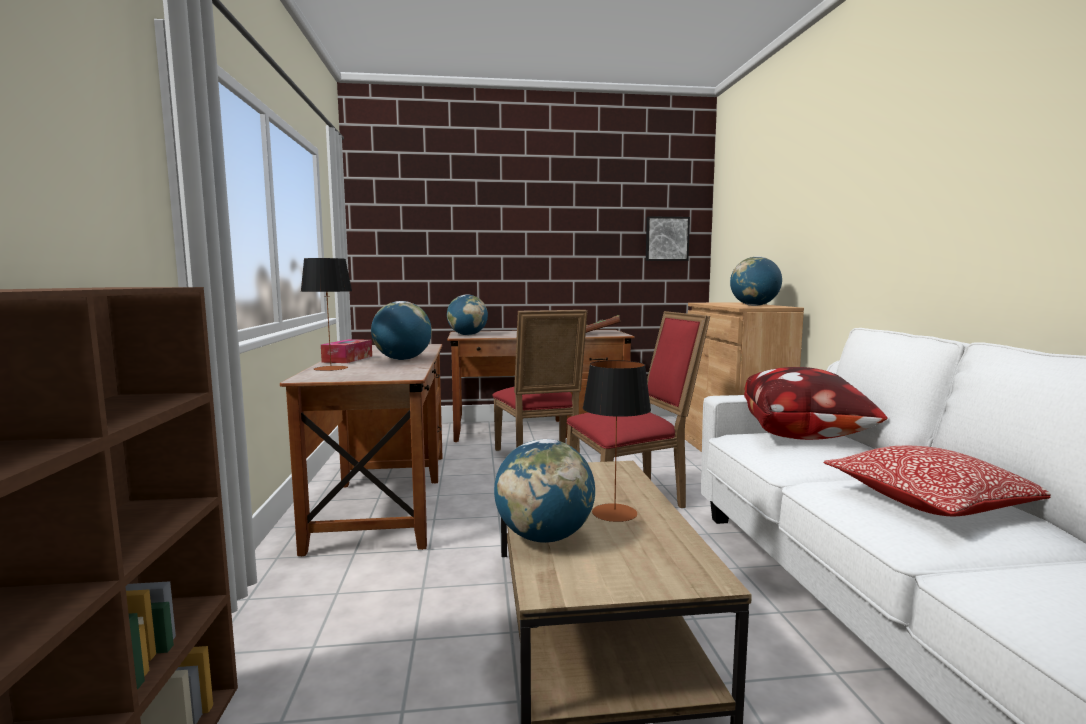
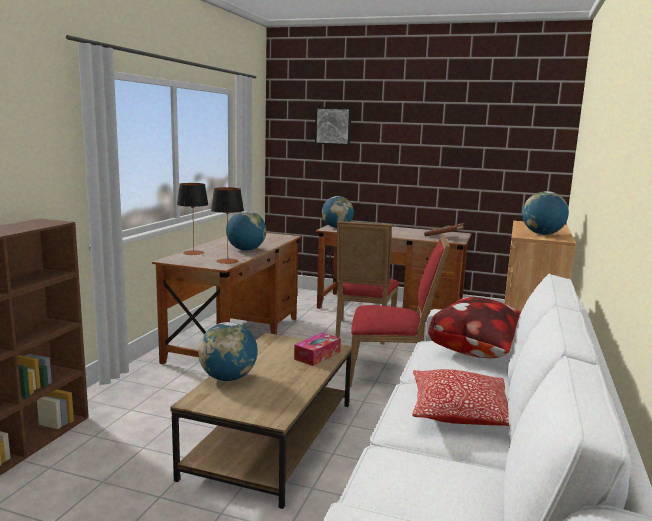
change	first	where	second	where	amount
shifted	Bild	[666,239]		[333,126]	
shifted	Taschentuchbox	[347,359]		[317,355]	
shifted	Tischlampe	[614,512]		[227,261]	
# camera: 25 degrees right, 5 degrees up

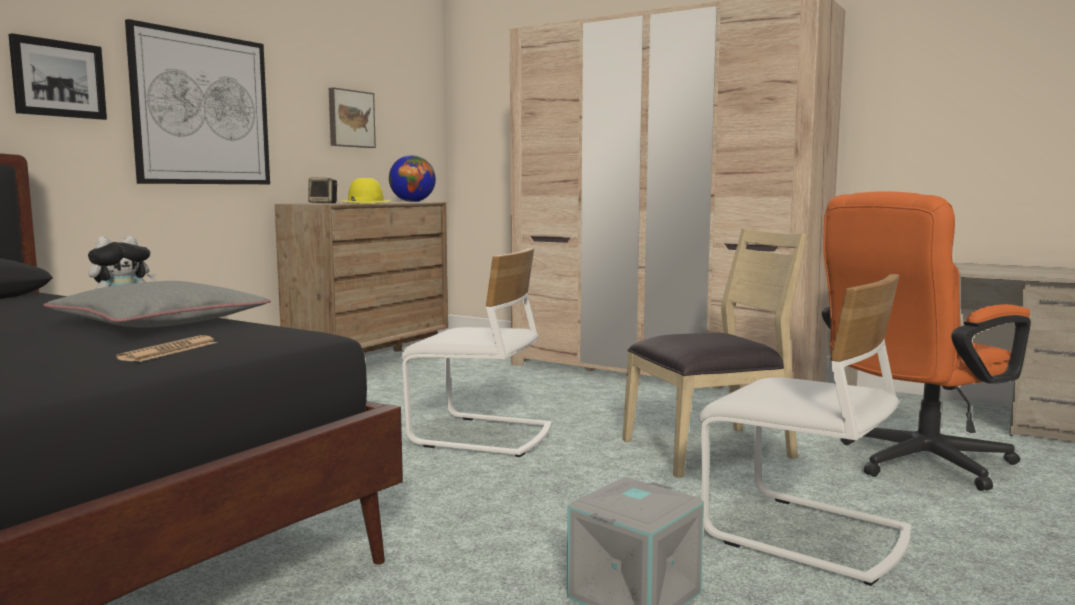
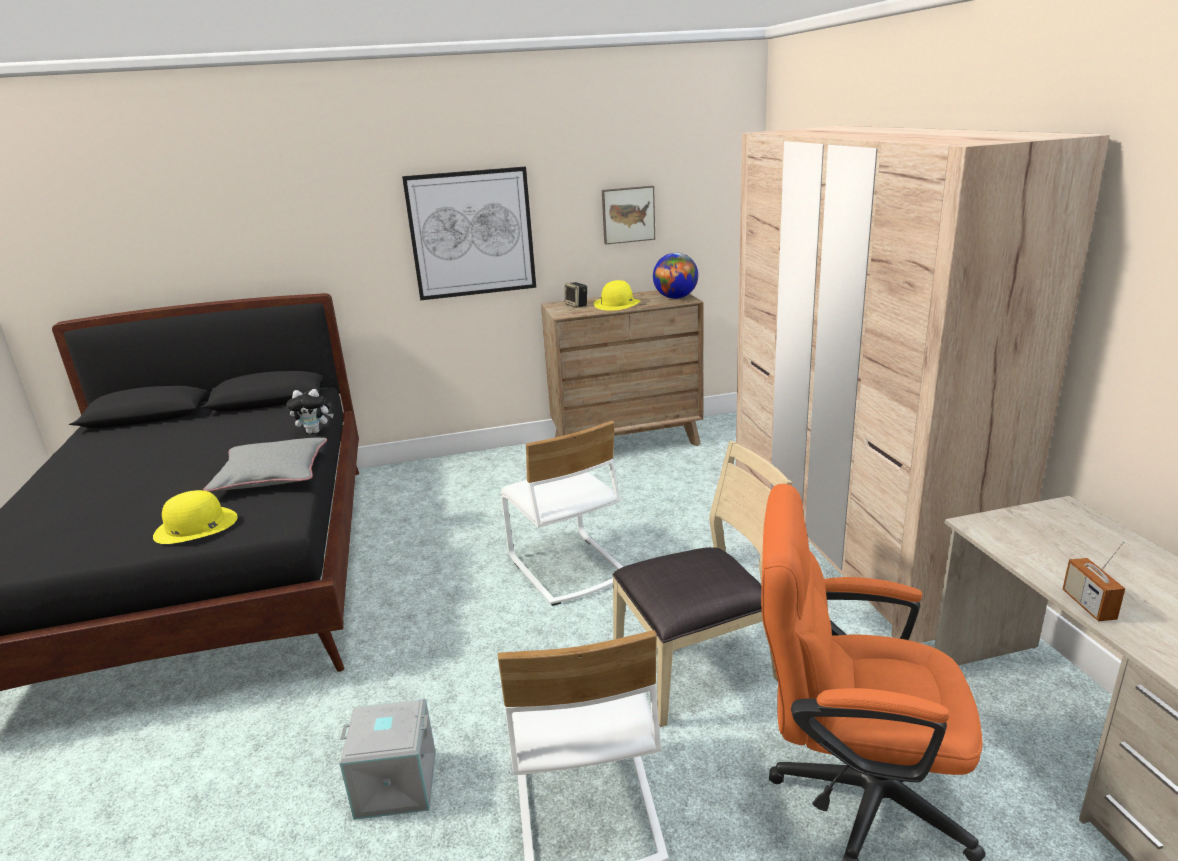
change	first	where	second	where	amount
gone	Bild	[58,79]			
rotated	Stuhl [beige]	[710,449]		[698,667]	45 degrees counterclockwise
swapped	Zeitung	[169,351]	Hut [gelb]	[195,526]	
new			Radio	[1088,605]	
# camera: 45 degrees right, 15 degrees up

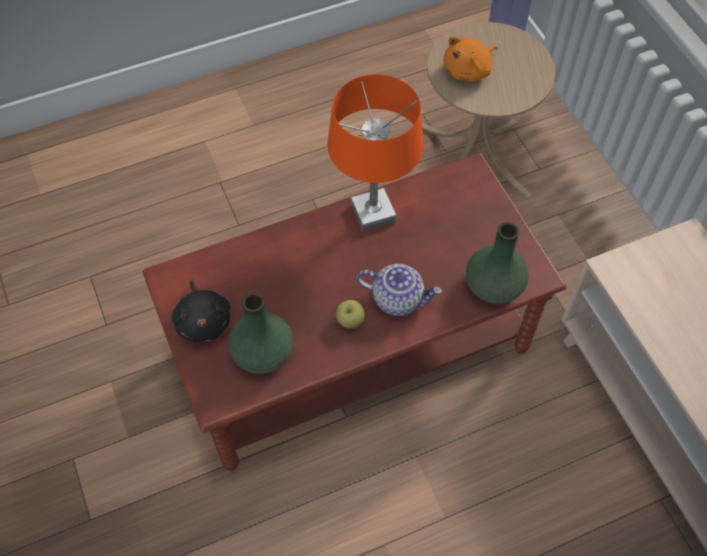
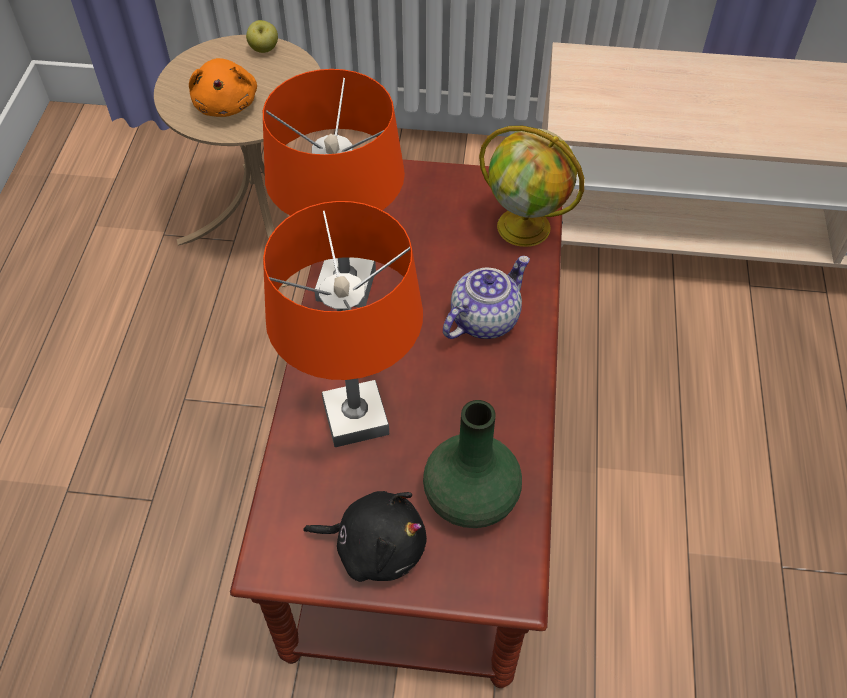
change	first	where	second	where	amount
swapped	Vase [grün]	[494,286]	Globus	[525,227]	
shifted	Apfel	[350,321]		[264,50]	
new			Tischlampe [orange]	[356,419]	
# camera: 60 degrees left, 5 degrees down

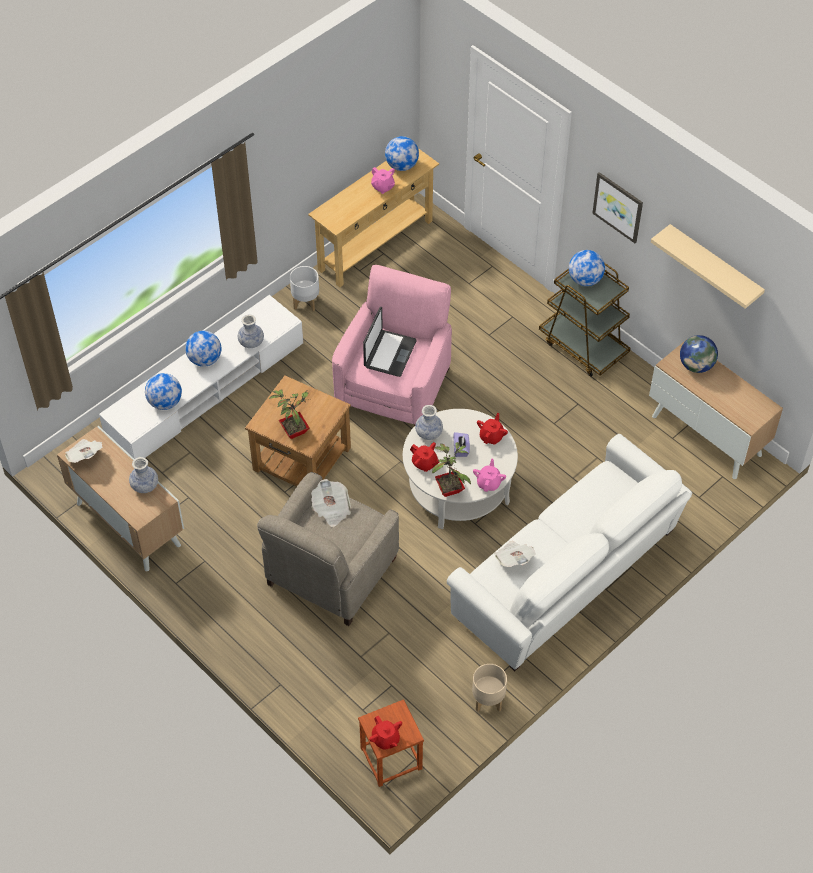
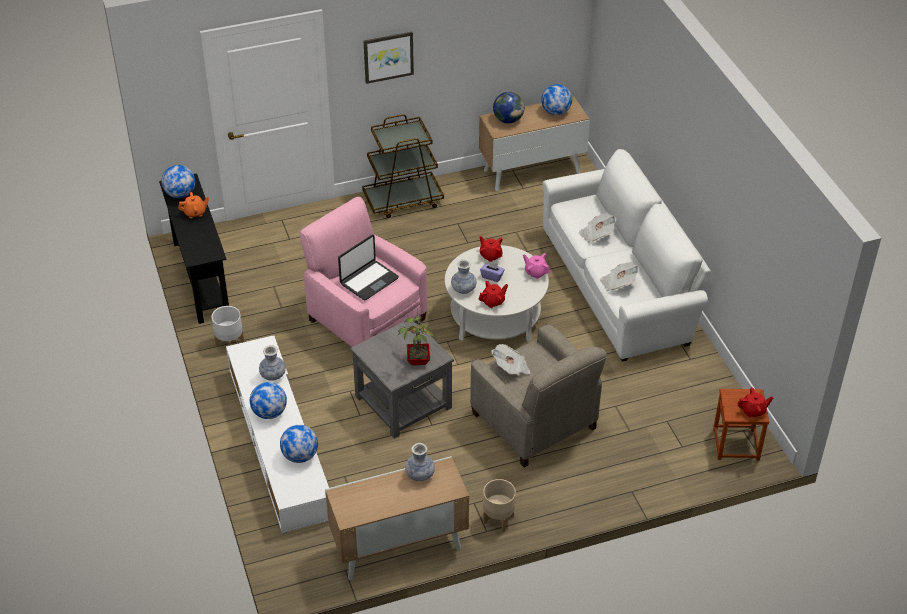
change	first	where	second	where	amount
repainted	Konsolentisch [beige]	[375,245]	Konsolentisch [schwarz]	[200,279]	
repainted	Teekanne [rosa]	[383,187]	Teekanne [orange]	[195,213]	
gone	Wandregal [beige]	[714,266]			
shifted	Globus	[585,280]		[556,112]	
rotated	Laptop	[389,354]		[368,280]	90 degrees clockwise
repainted	Beistelltisch [braun]	[301,459]	Beistelltisch [grau]	[403,402]	
shifted	Zeitung	[85,456]		[596,235]	
gone	Topfpflanze	[450,489]			
shifted	Pflanzkübel [beige]	[488,700]		[498,519]	
# camera: 65 degrees left, 10 degrees down

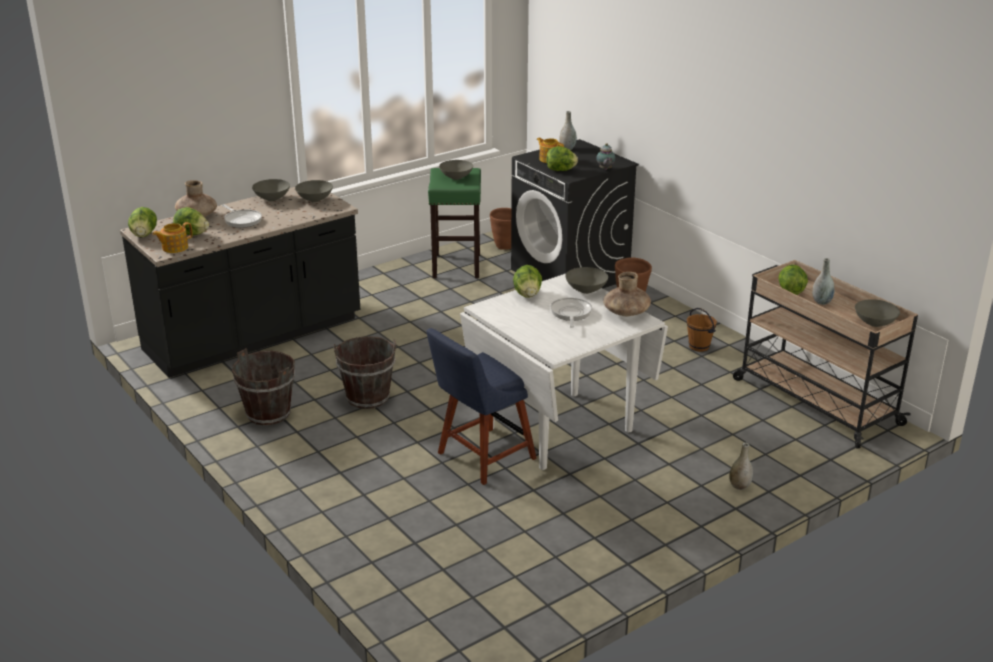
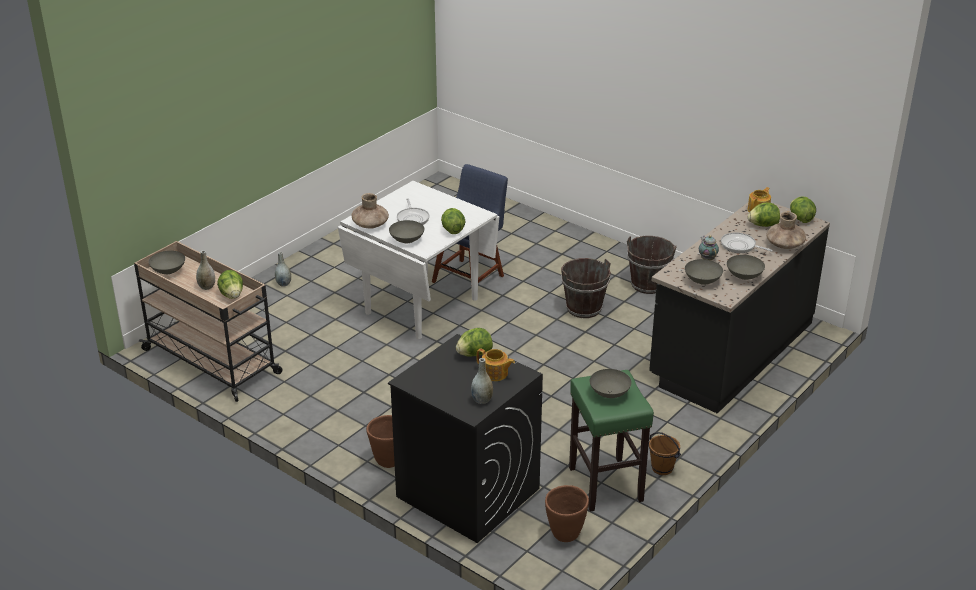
change	first	where	second	where	amount
shifted	Teekanne	[605,169]		[707,259]	
shifted	Eimer [braun]	[698,347]		[662,468]	
# camera: 165 degrees right, 5 degrees up

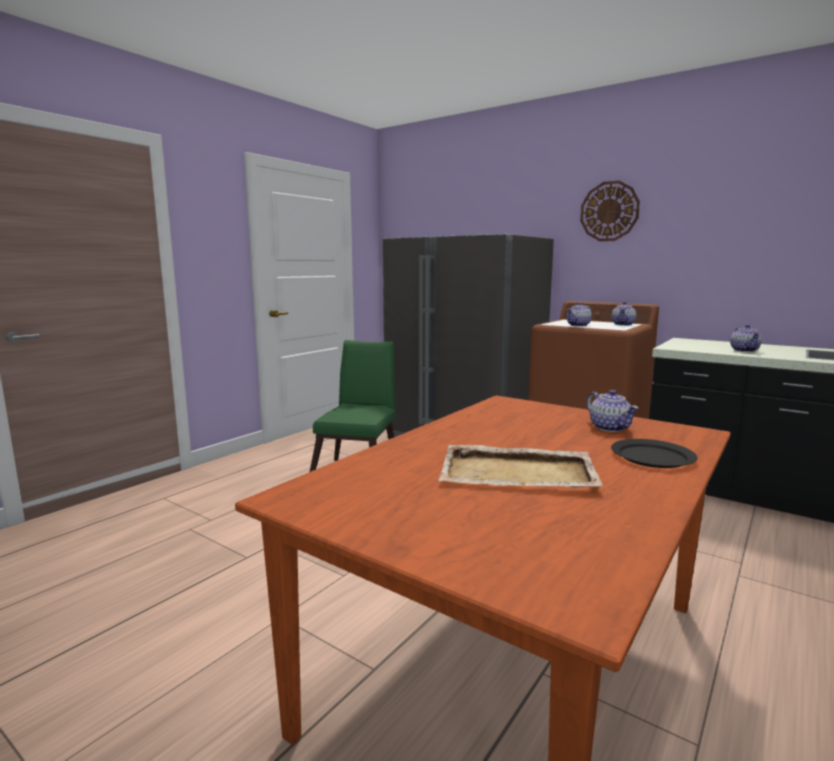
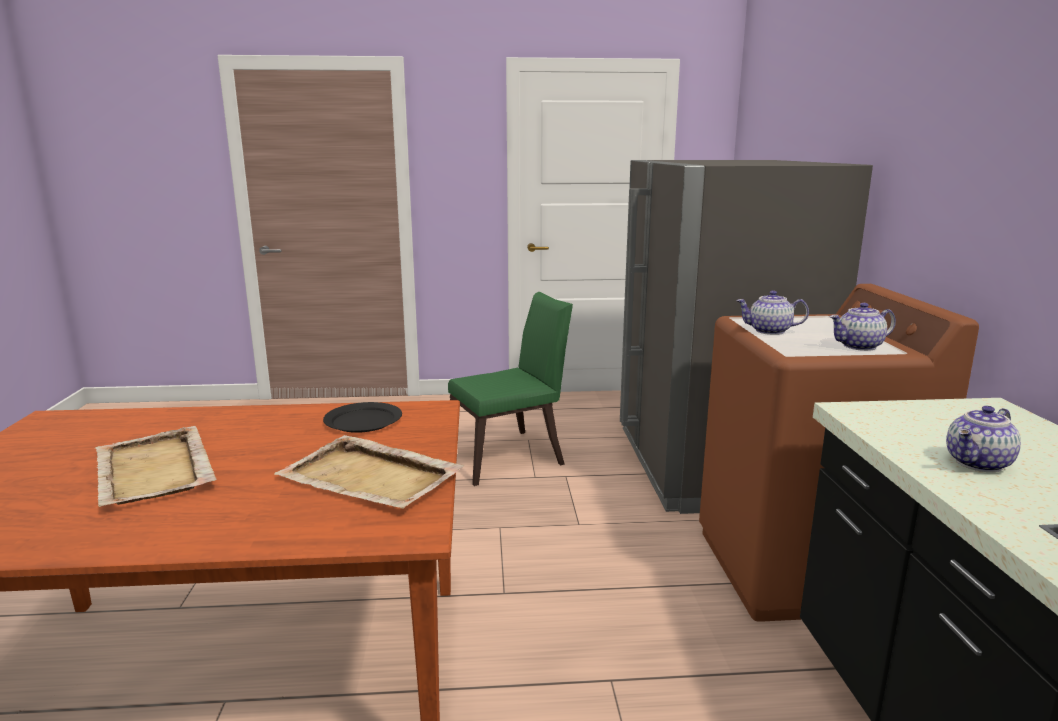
change	first	where	second	where	amount
gone	Wanduhr	[609,211]			
swapped	Teekanne	[610,428]	Tablett [beige]	[371,477]	
shifted	Teller [schwarz]	[652,456]		[364,420]	
# camera: 50 degrees right, 5 degrees up

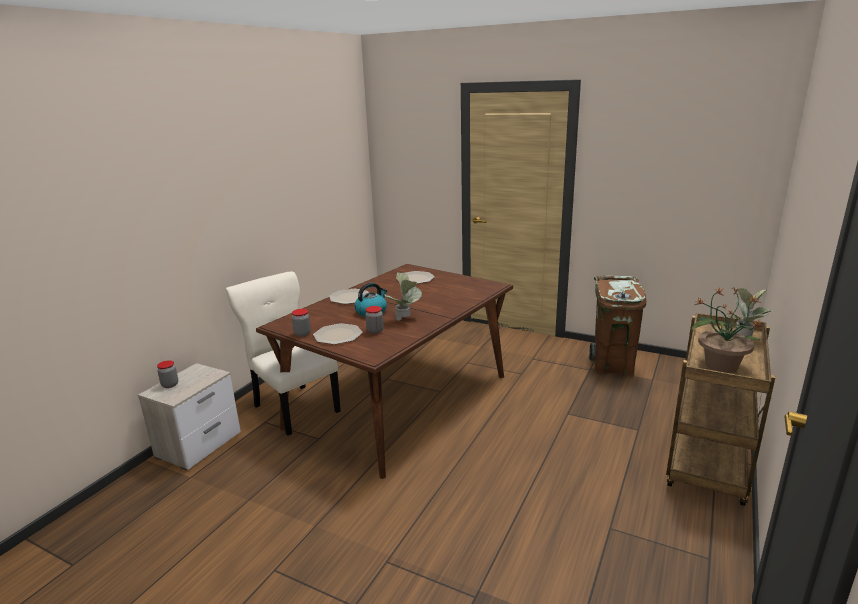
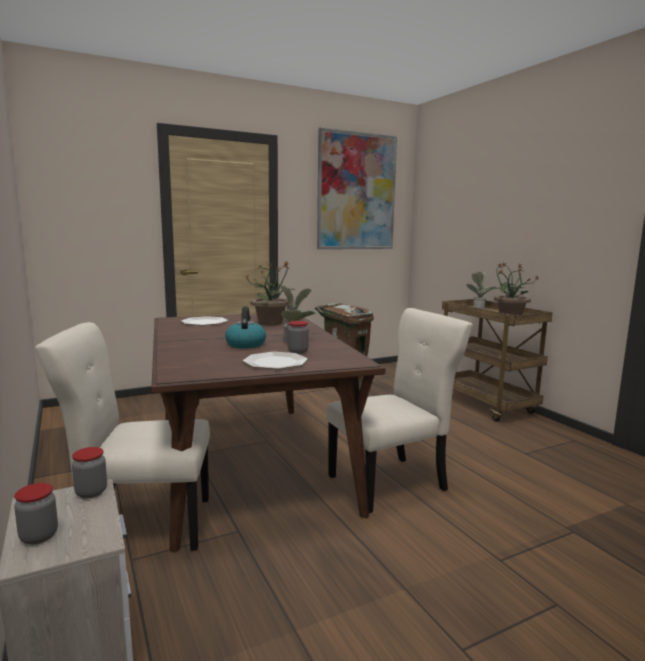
change	first	where	second	where	amount
gone	Teller	[349,297]			
shifted	Vorratsglas	[302,334]		[91,492]	
new			Bild	[356,192]	
new			Topfpflanze	[271,323]	
new			Stuhl [beige]	[391,482]	
# camera: 55 degrees left, 10 degrees down

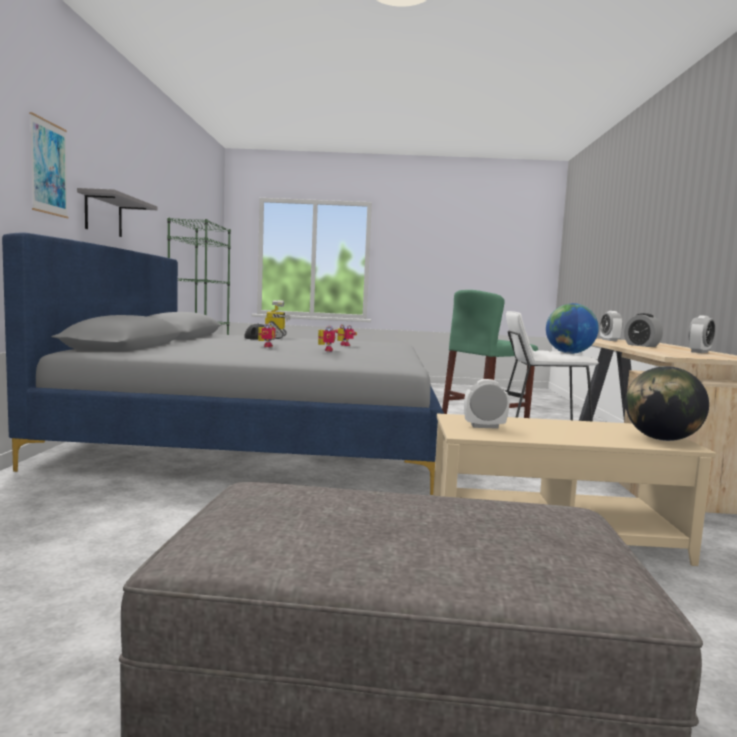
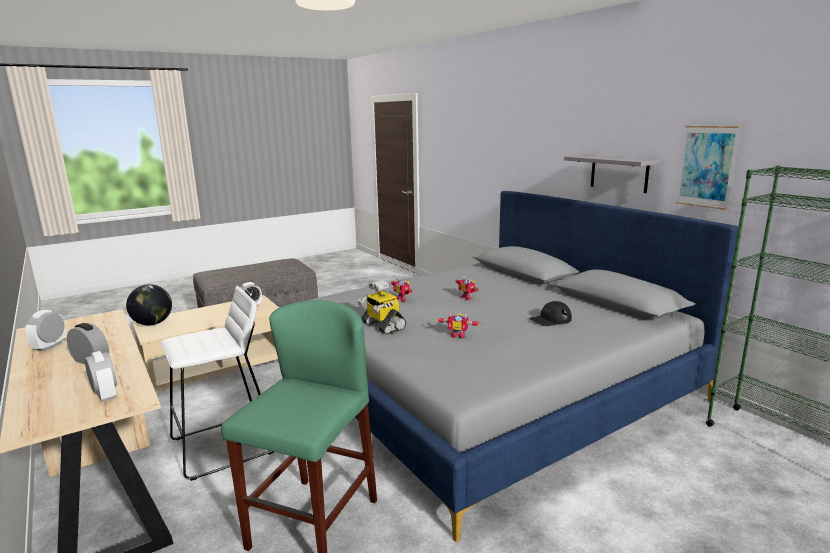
change	first	where	second	where	amount
shifted	Bild	[48,168]		[706,167]	
shifted	Spielzeugroboter	[275,337]		[382,326]	
gone	Globus	[569,353]			
# camera: 145 degrees right, 10 degrees up

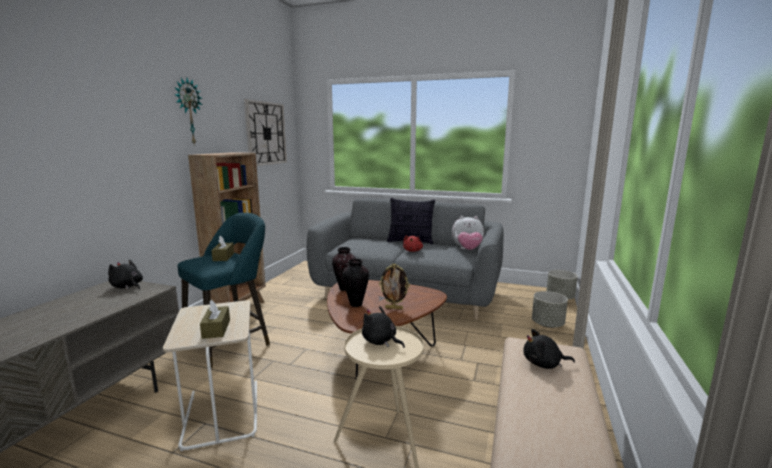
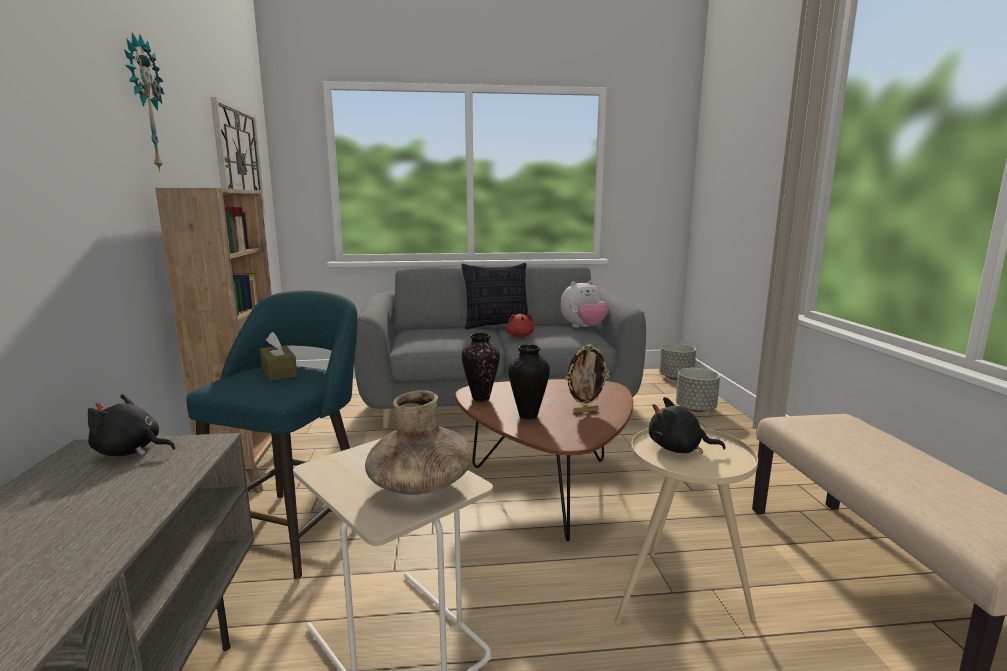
change	first	where	second	where	amount
swapped	Taschentuchbox [braun]	[216,329]	Vase [braun]	[420,485]	
gone	Plüschtier [schwarz]	[544,364]			
# camera: 25 degrees left, 0 degrees up

